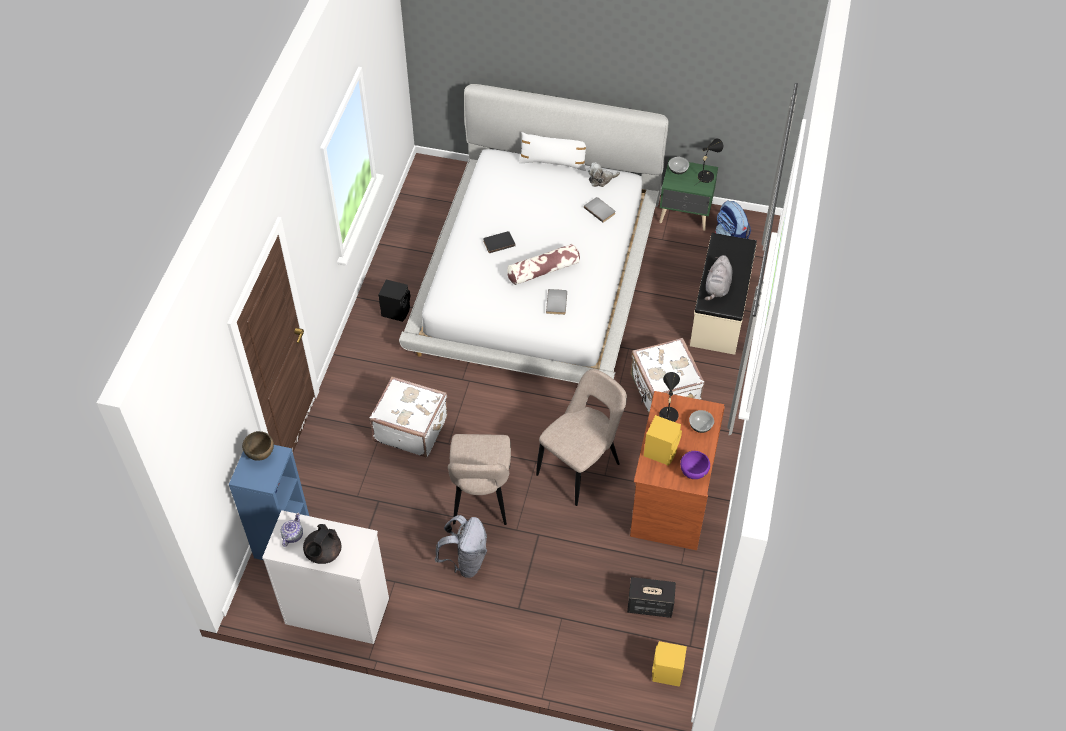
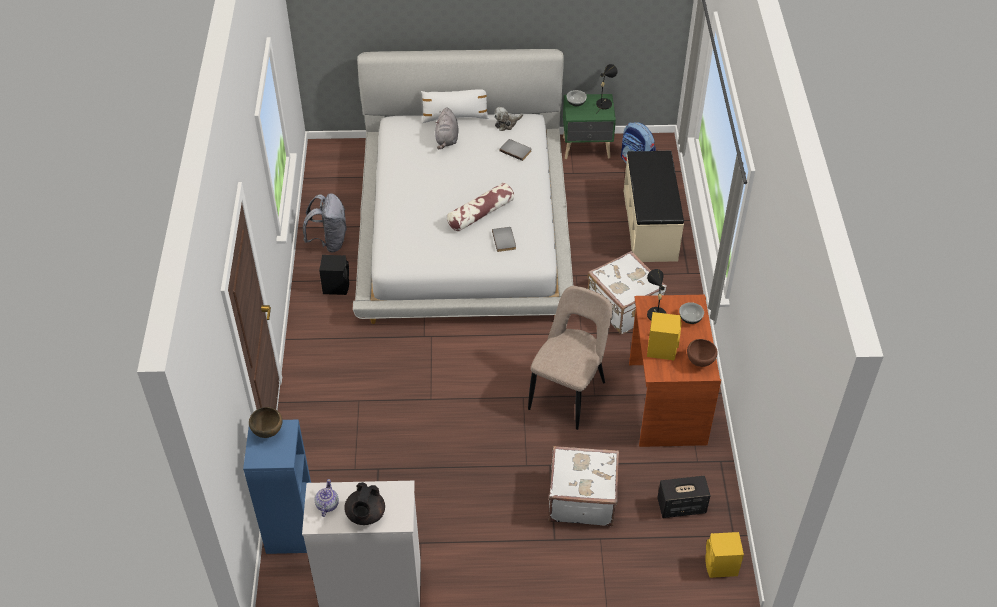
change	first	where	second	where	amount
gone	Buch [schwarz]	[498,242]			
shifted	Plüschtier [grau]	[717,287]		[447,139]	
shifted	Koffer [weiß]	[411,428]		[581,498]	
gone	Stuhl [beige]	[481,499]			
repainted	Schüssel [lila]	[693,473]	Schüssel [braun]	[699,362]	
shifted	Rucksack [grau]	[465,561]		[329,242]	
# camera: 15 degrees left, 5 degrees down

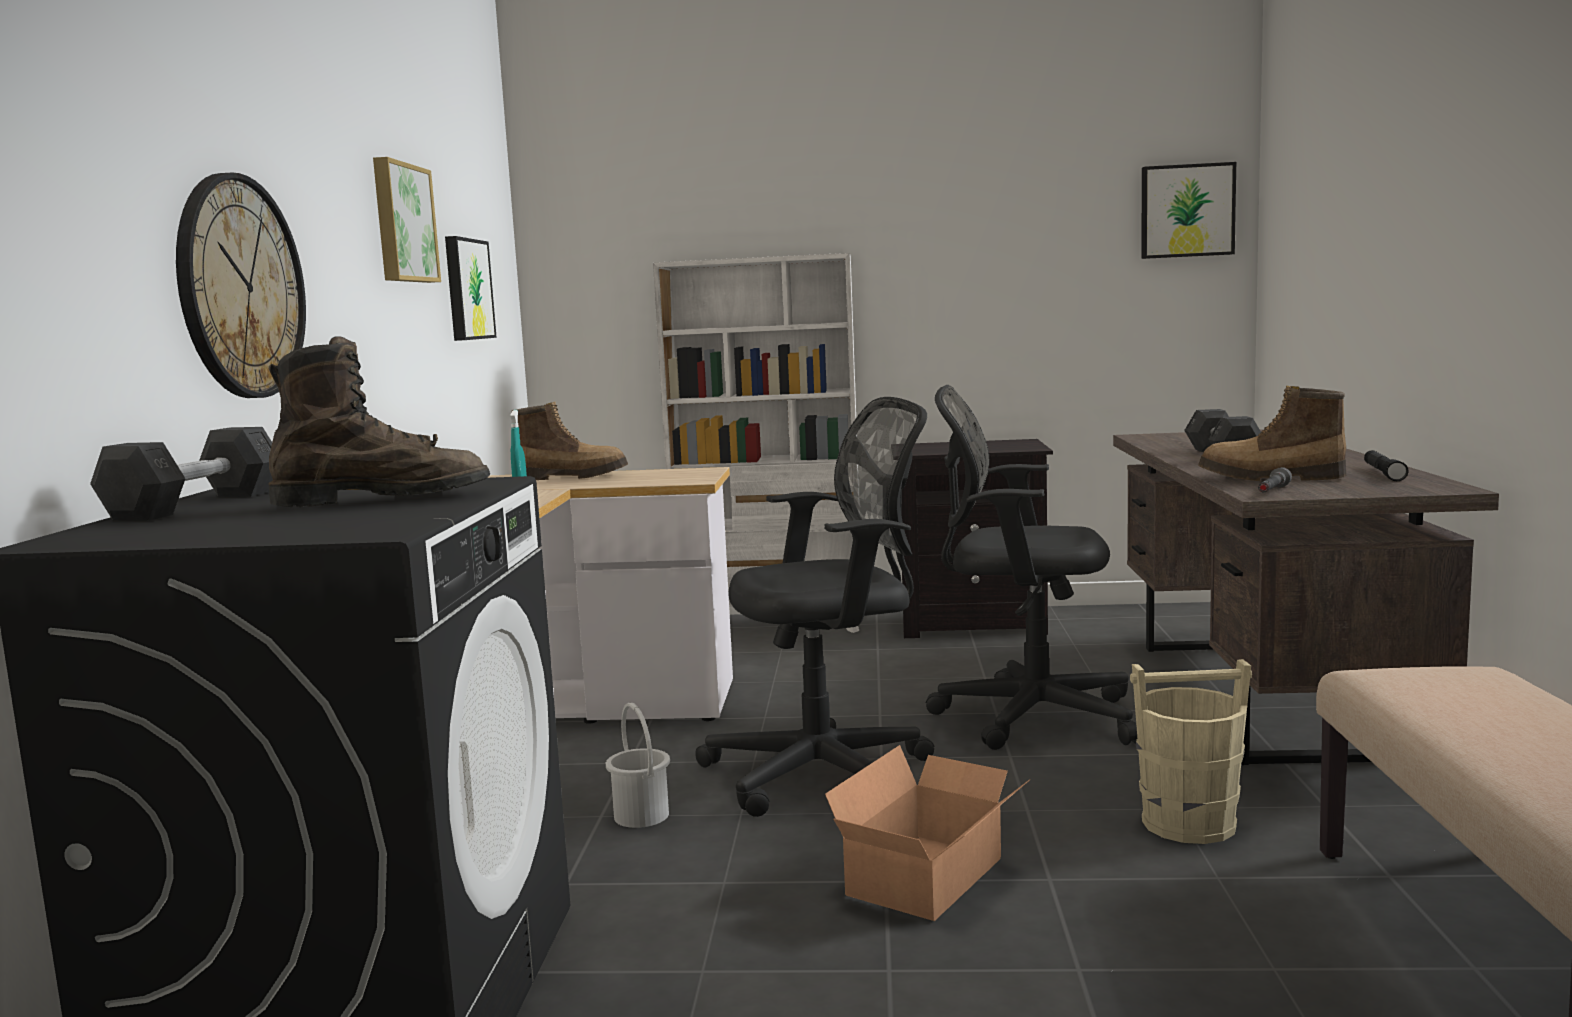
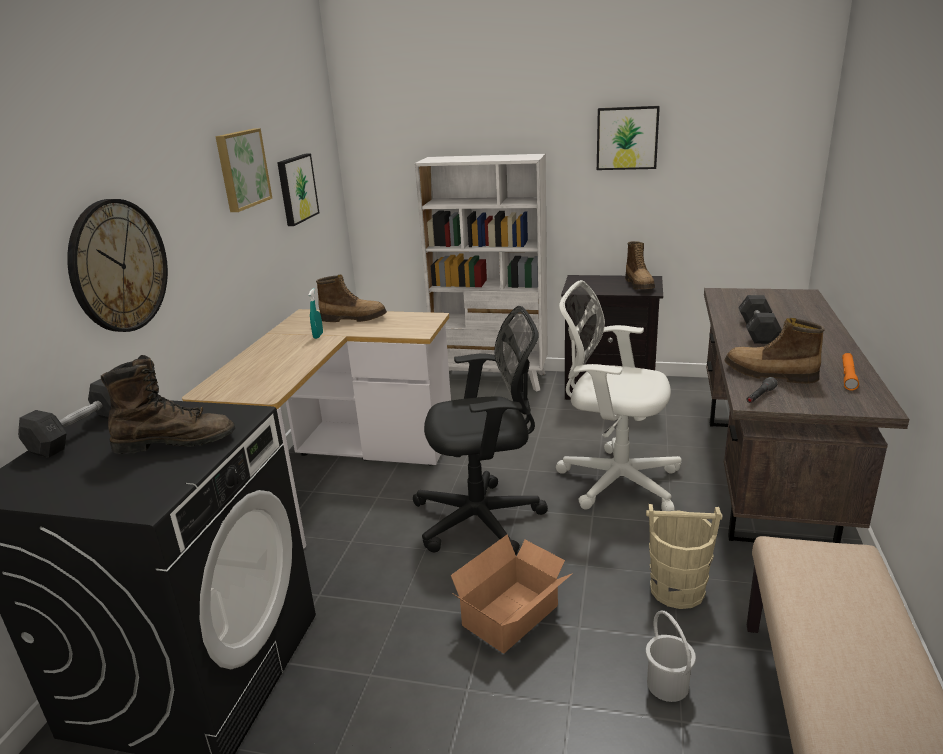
change	first	where	second	where	amount
shifted	Bild	[1186,211]		[627,138]	
repainted	Bürostuhl [schwarz]	[1026,716]	Bürostuhl [weiß]	[614,480]	
repainted	Taschenlampe [schwarz]	[1383,473]	Taschenlampe [orange]	[848,376]	
shifted	Eimer [weiß]	[642,815]		[668,684]	
new			Stiefel	[640,285]	
# camera: 10 degrees right, 15 degrees up

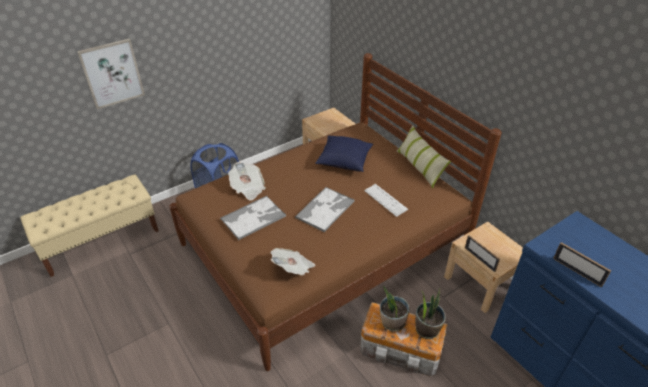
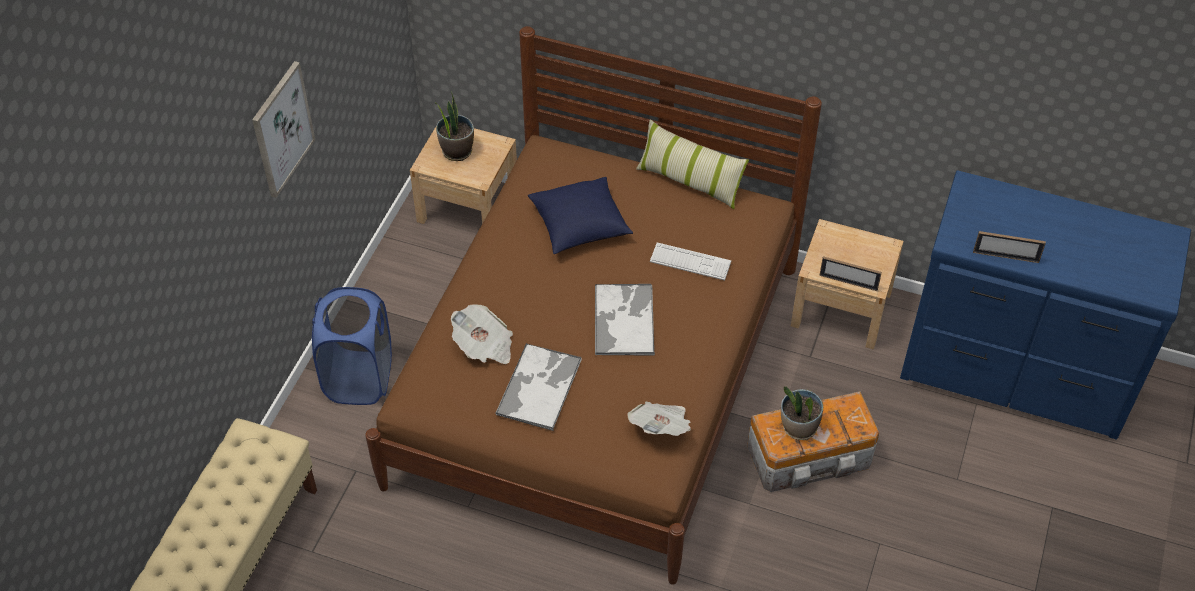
change	first	where	second	where	amount
shifted	Bild	[112,73]		[282,129]	
shifted	Topfpflanze	[427,329]		[457,151]	
# camera: 35 degrees left, 10 degrees up

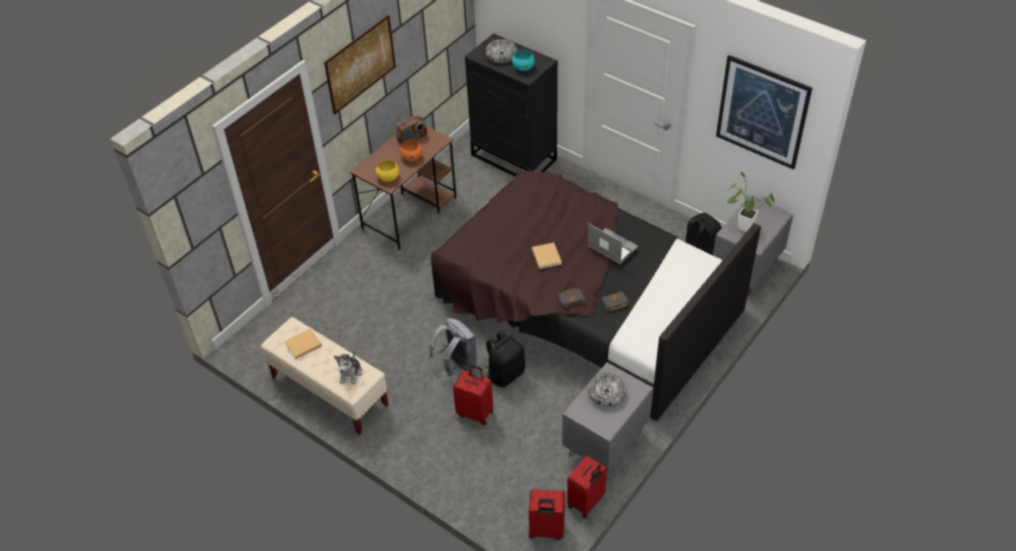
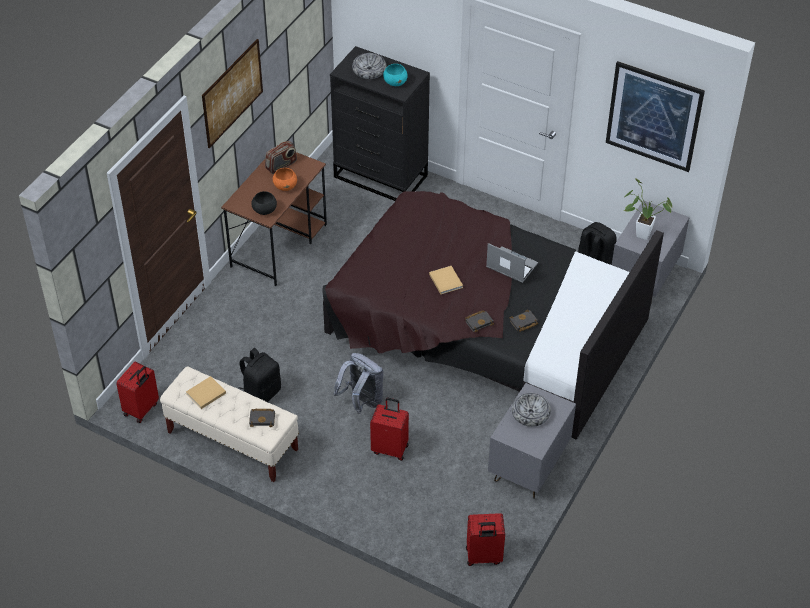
change	first	where	second	where	amount
repainted	Schüssel [gelb]	[388,178]	Schüssel [schwarz]	[264,210]	
shifted	Rucksack [schwarz]	[505,373]		[261,393]	
swapped	Plüschtier	[351,373]	Buch [schwarz]	[263,418]	
shifted	Koffer [rot]	[586,502]		[142,409]	
# camera: 10 degrees left, 0 degrees up

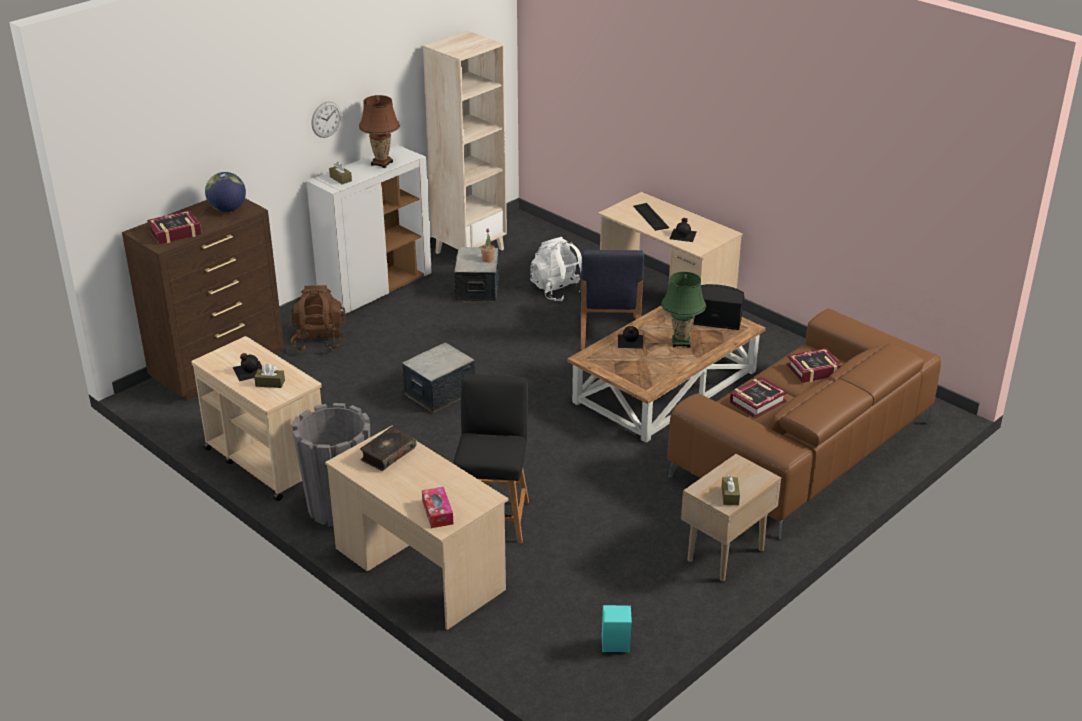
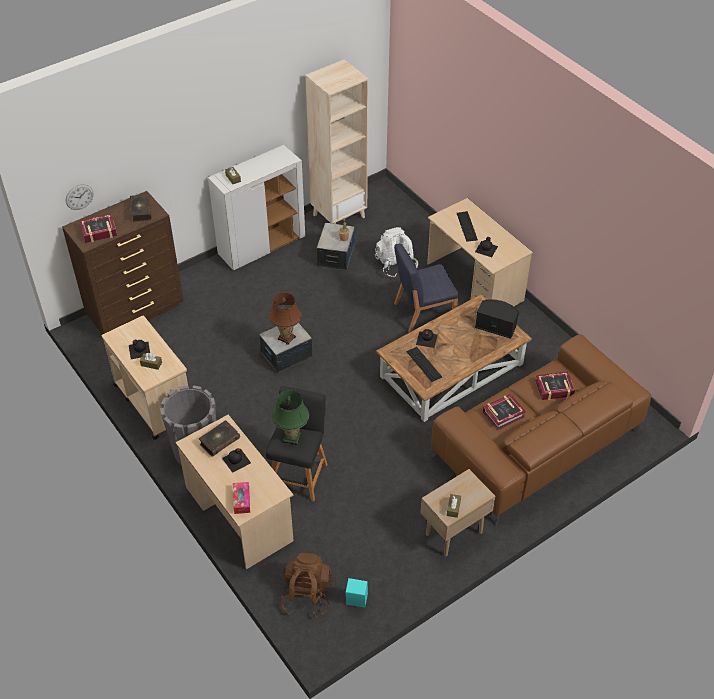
change	first	where	second	where	amount
shifted	Tischlampe [braun]	[381,163]		[286,338]	
shifted	Wanduhr	[326,119]		[79,197]	
swapped	Globus	[228,210]	Buch	[140,211]	
rotated	Stuhl [blau]	[609,333]		[423,312]	60 degrees clockwise
shifted	Tischlampe [grün]	[681,342]		[292,438]	
shifted	Rucksack [braun]	[319,340]		[307,595]	
new			Tastatur	[424,364]	
new			Flasche [schwarz]	[237,460]	
# camera: 10 degrees right, 15 degrees up

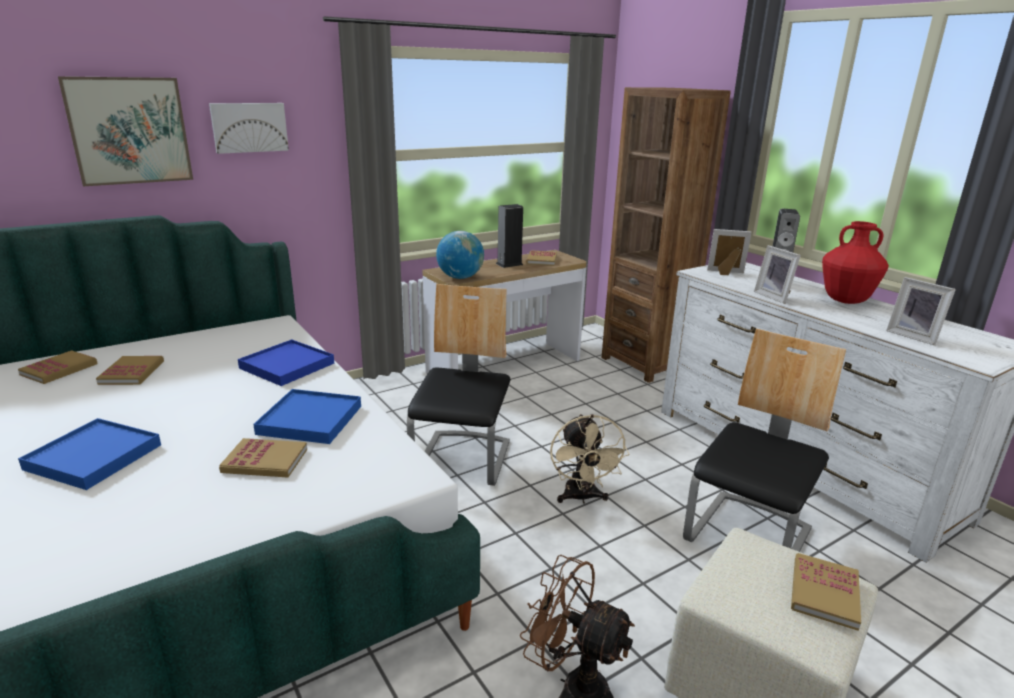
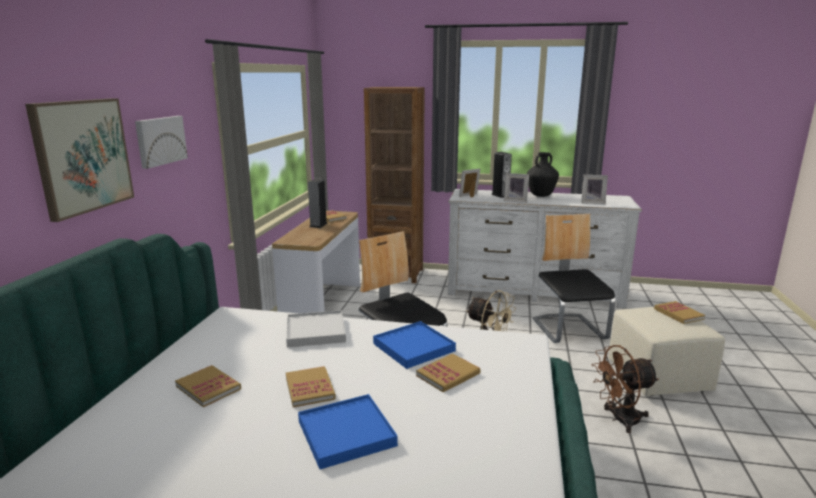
change	first	where	second	where	amount
repainted	Vase [rot]	[846,301]	Vase [schwarz]	[541,195]	
gone	Globus	[460,277]			
repainted	Tablett [blau]	[287,366]	Tablett [weiß]	[316,331]	
shifted	Buch	[59,369]		[310,388]	
# camera: 45 degrees left, 5 degrees down

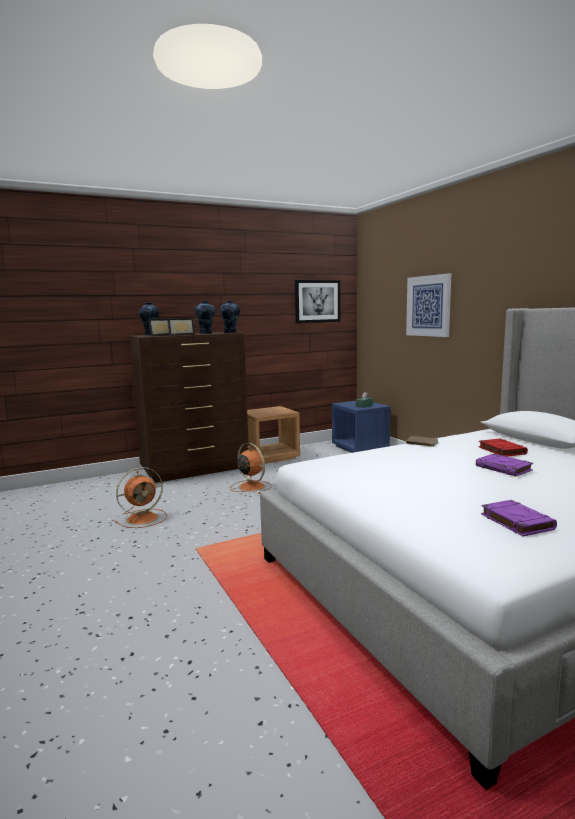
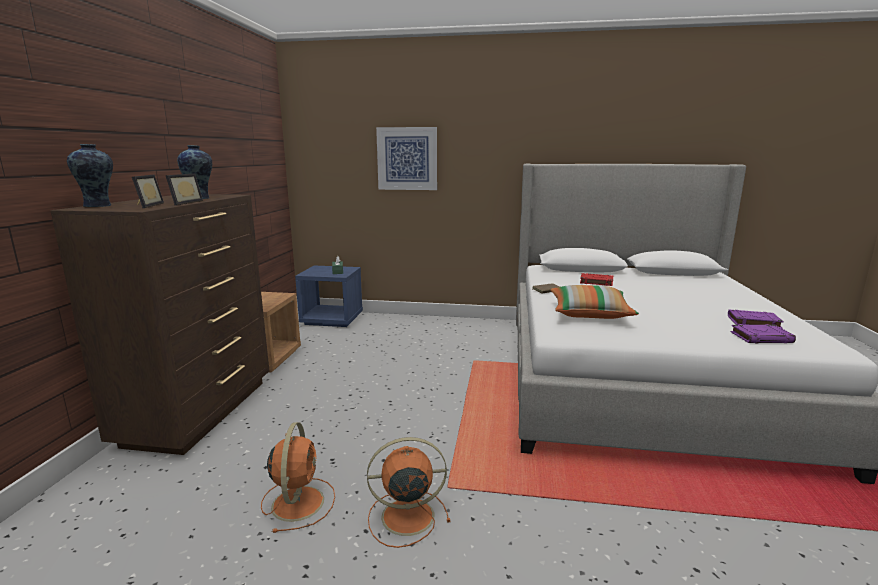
change	first	where	second	where	amount
gone	Bild	[317,301]			
gone	Vase	[230,332]			
shifted	Ventilator [orange]	[250,486]		[405,516]	
shifted	Buch [lila]	[504,468]		[761,337]	
new			Kissen	[589,314]	
# camera: 55 degrees left, 5 degrees up

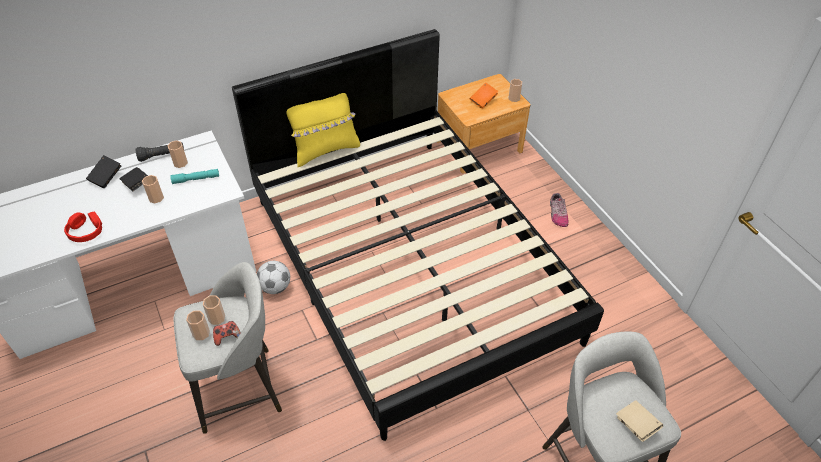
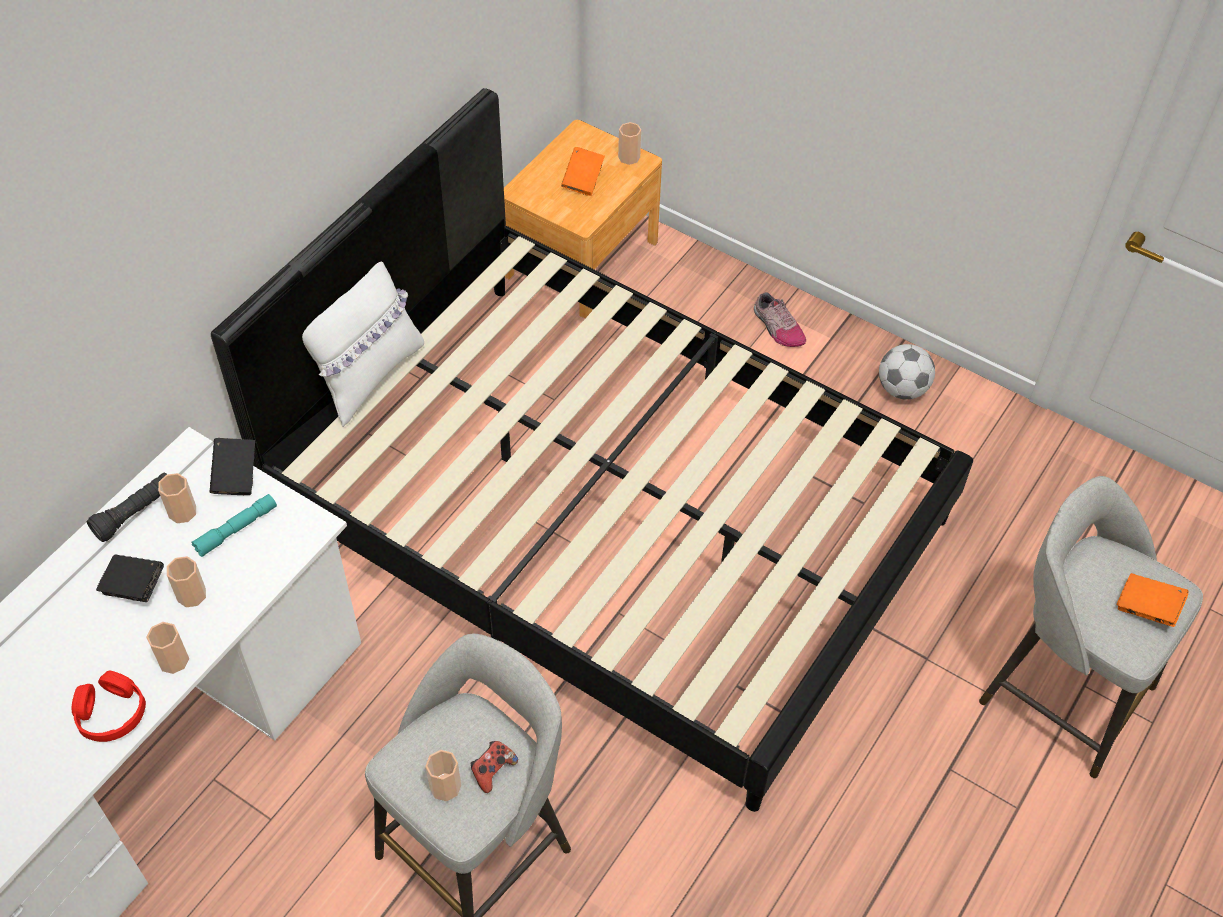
change	first	where	second	where	amount
repainted	Kissen [gelb]	[325,150]	Kissen [weiß]	[368,375]	
shifted	Buch [schwarz]	[106,177]		[236,476]	
shifted	Fußball	[275,287]		[902,389]	
shifted	Tasse	[216,318]		[173,660]	
repainted	Buch [beige]	[636,425]	Buch [orange]	[1147,608]	
# camera: 30 degrees left, 5 degrees up

